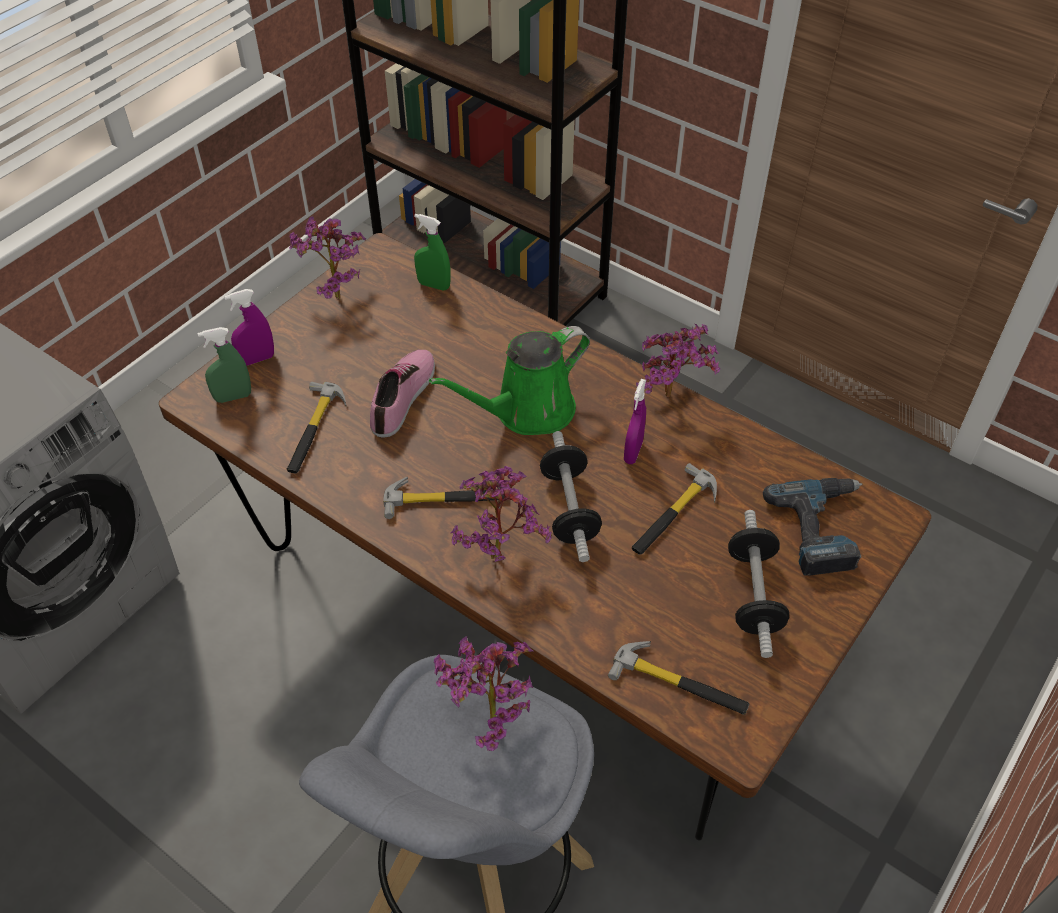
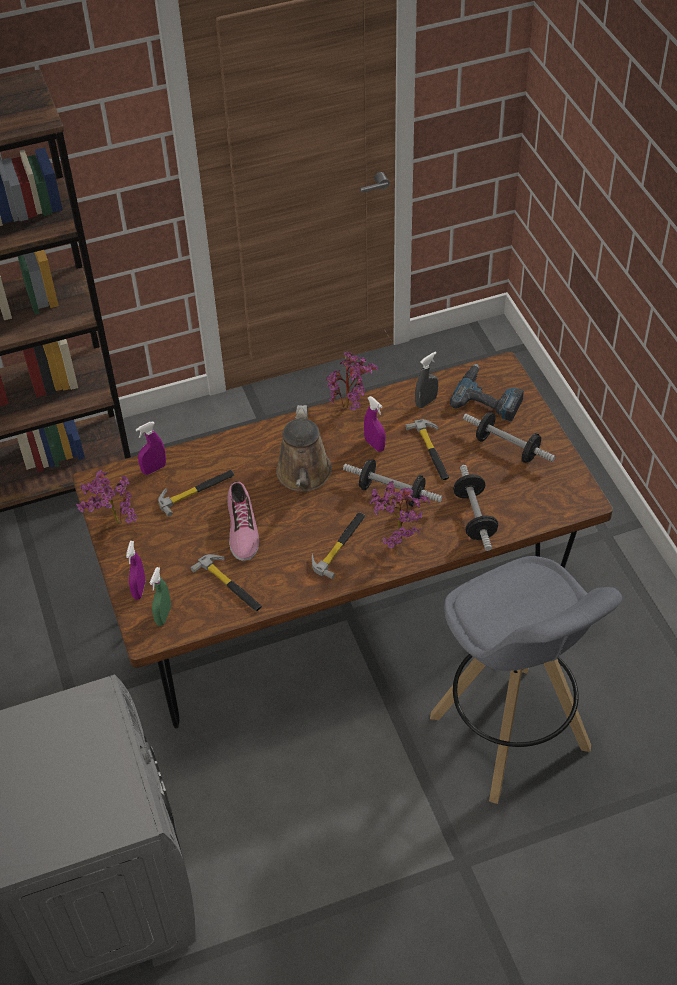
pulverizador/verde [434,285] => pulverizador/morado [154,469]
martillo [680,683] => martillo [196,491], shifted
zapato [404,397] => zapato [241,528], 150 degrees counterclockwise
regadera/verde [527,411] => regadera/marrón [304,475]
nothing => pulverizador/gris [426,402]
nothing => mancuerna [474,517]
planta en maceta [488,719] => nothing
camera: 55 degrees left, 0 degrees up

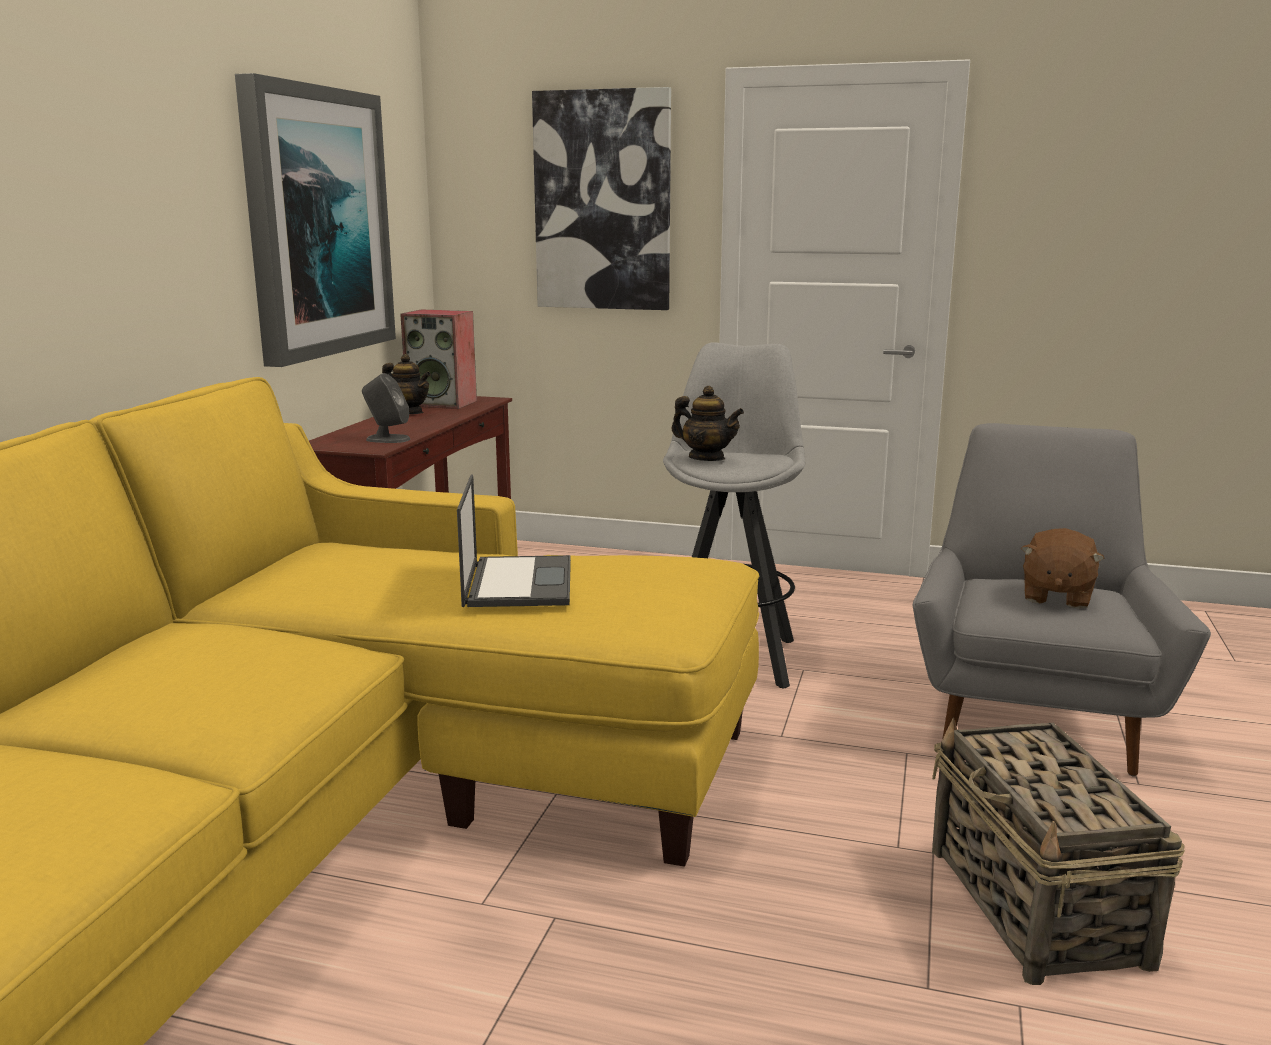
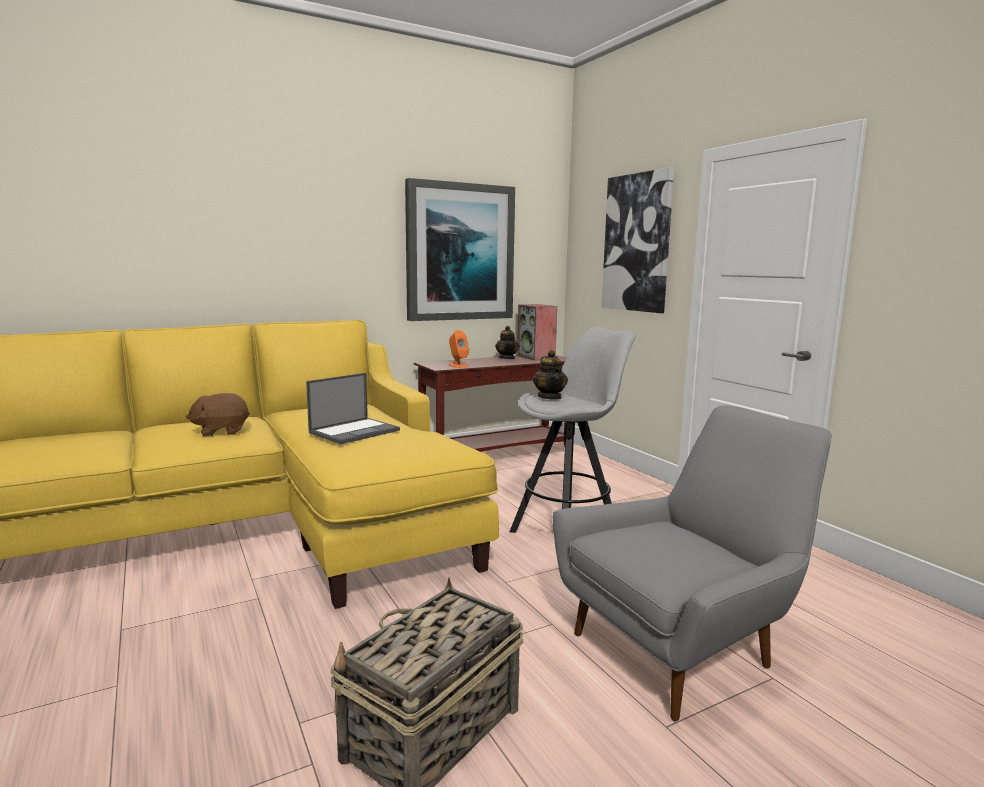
peluche/marrón [1056,596] => peluche/marrón [221,431], shifted
altavoz/gris [387,439] => altavoz/naranja [458,365]
camera: 45 degrees right, 5 degrees down

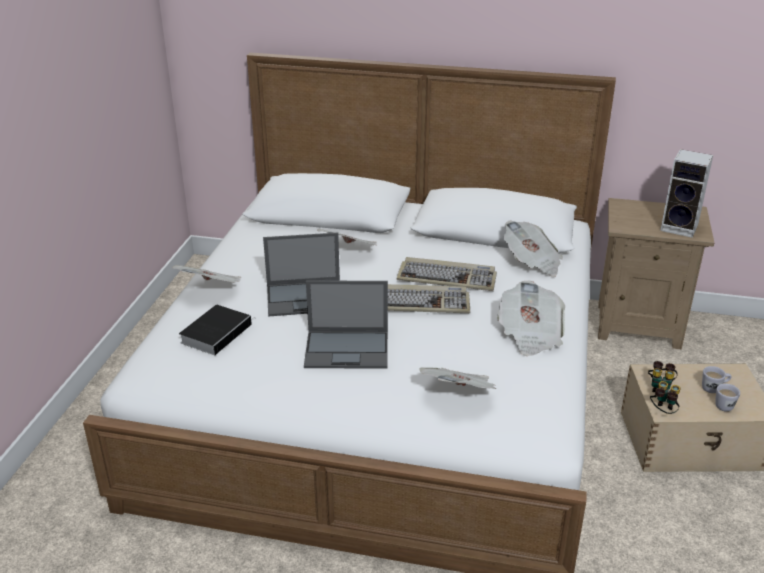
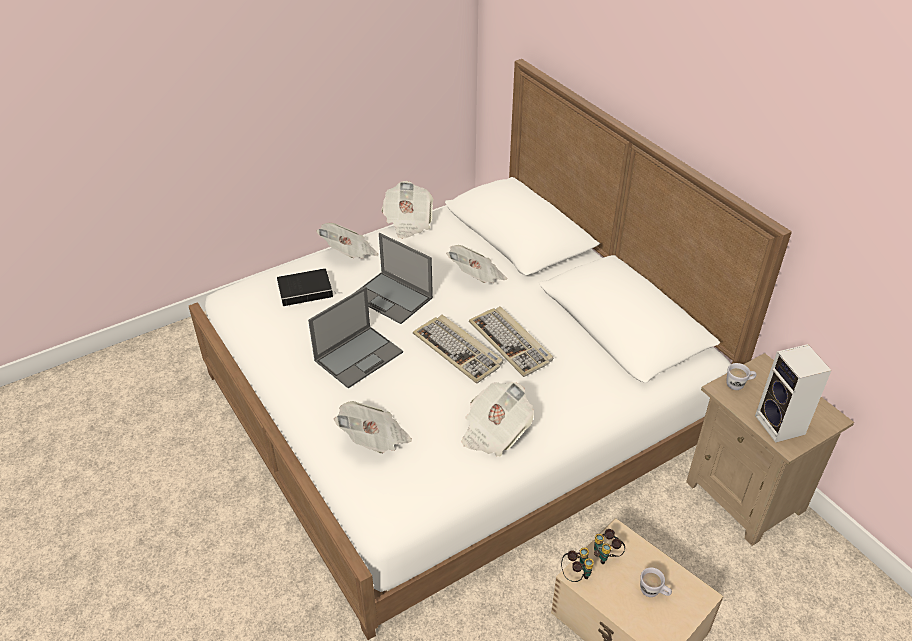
portátil [348,349] => portátil [359,356], 90 degrees counterclockwise
periódico [532,263] => periódico [408,222], shifted
taza grande/blanco [725,404] => taza grande/blanco [738,384], shifted
camera: 45 degrees right, 10 degrees up

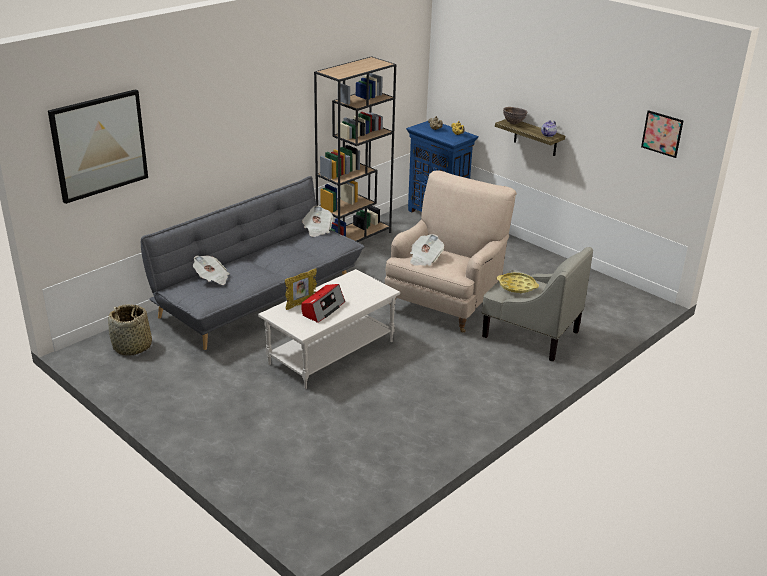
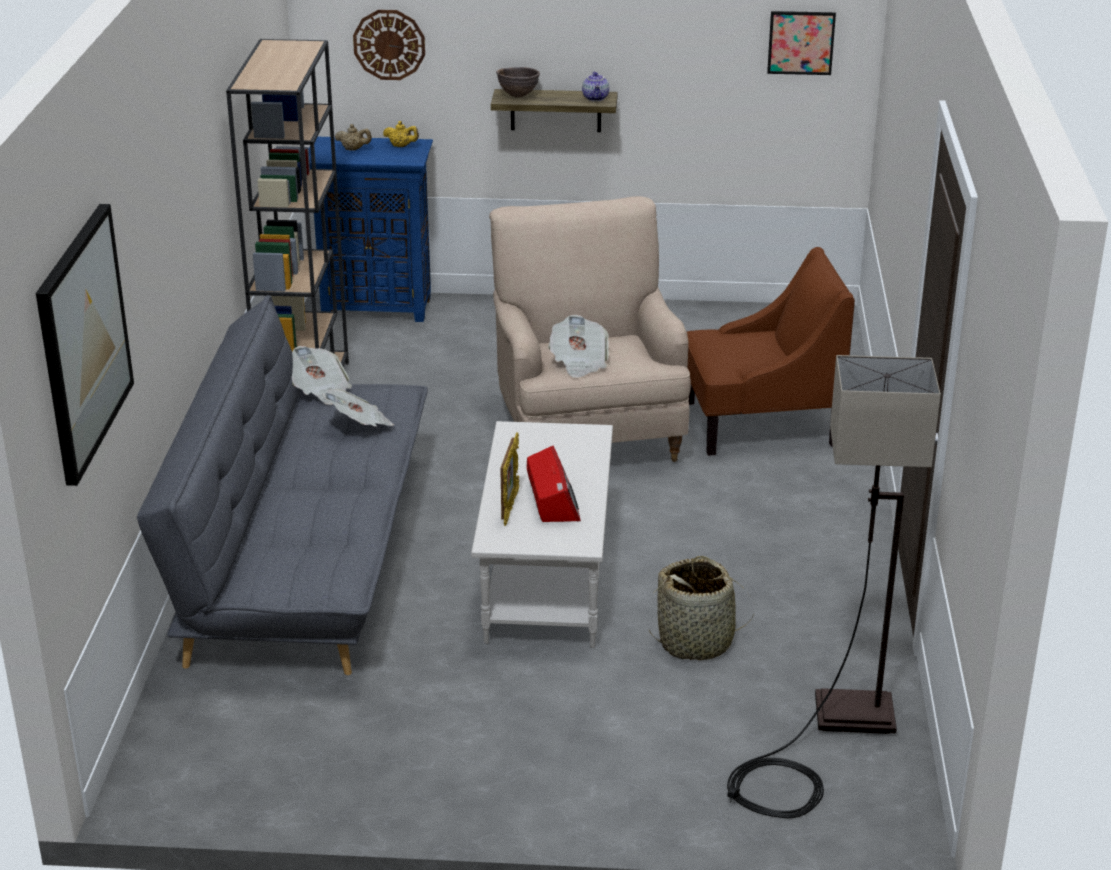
periódico [212,278] => periódico [359,424], shifted
nothing => reloj de pared [389,44]
cesta [132,347] => cesta [696,641], shifted
sillón/gris [529,335] => sillón/marrón [759,424]
nothing => lámpara de pie [810,753]
bandeja/amarillo [517,286] => nothing
camera: 40 degrees left, 0 degrees up

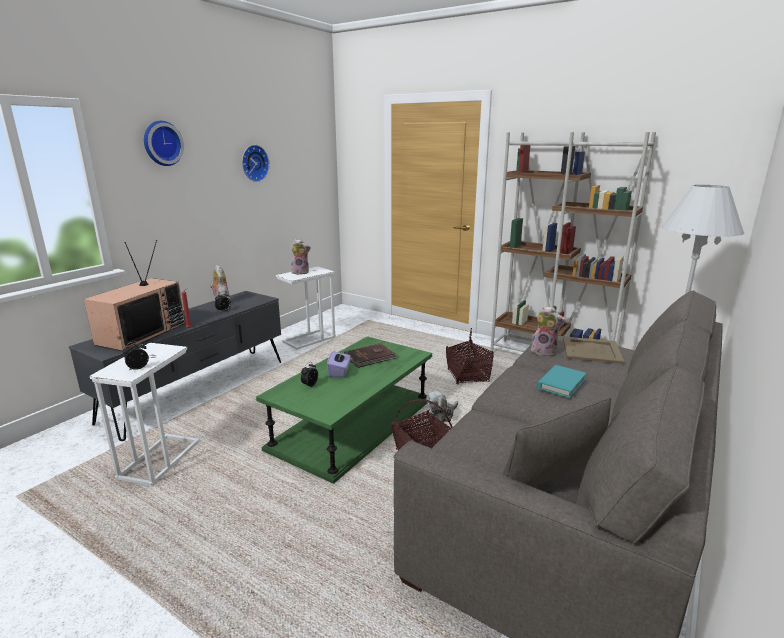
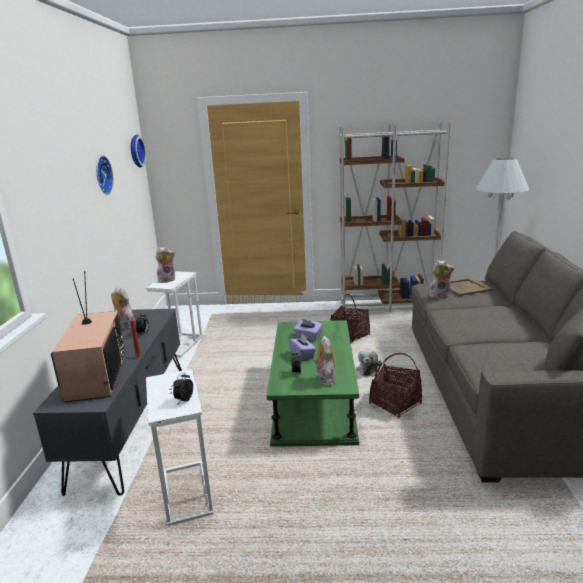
reloj de pared [161,143] => reloj de pared [135,151], shifted
libro/marrón [370,357] => caja de pañuelos/morado [308,337]
nothing => peluche [325,379]
libro/turquesa [561,384] => nothing
camera: 30 degrees left, 0 degrees up

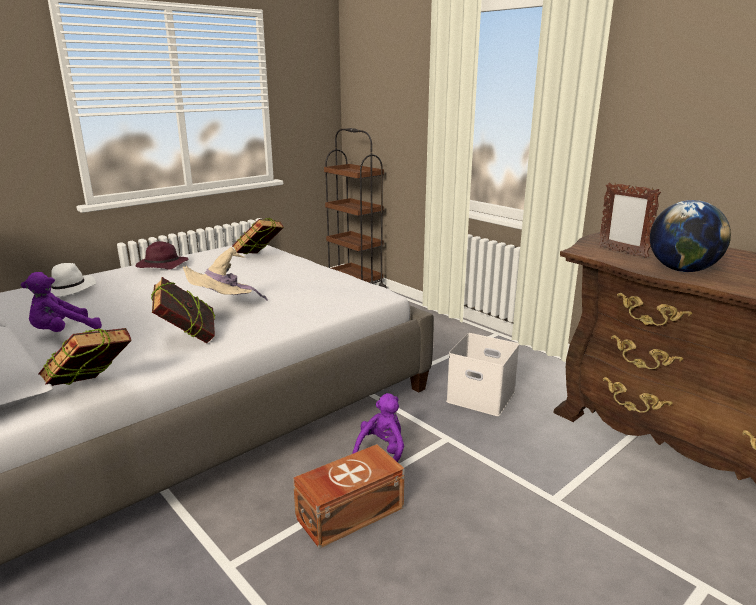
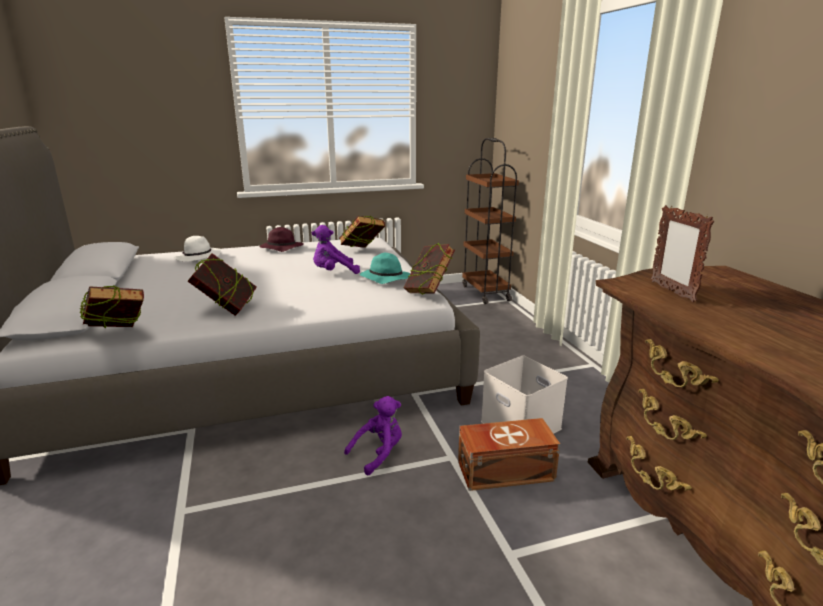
peluche/morado [63,333] => peluche/morado [333,273], shifted
nothing => sombrero/turquesa [385,278]
nothing => libro [428,293]
caja de almacenaje/marrón [348,512] => caja de almacenaje/marrón [503,470], shifted
sombrero/beis [223,306] => nothing
globo terráqueo [682,270] => nothing
camera: 25 degrees right, 0 degrees up

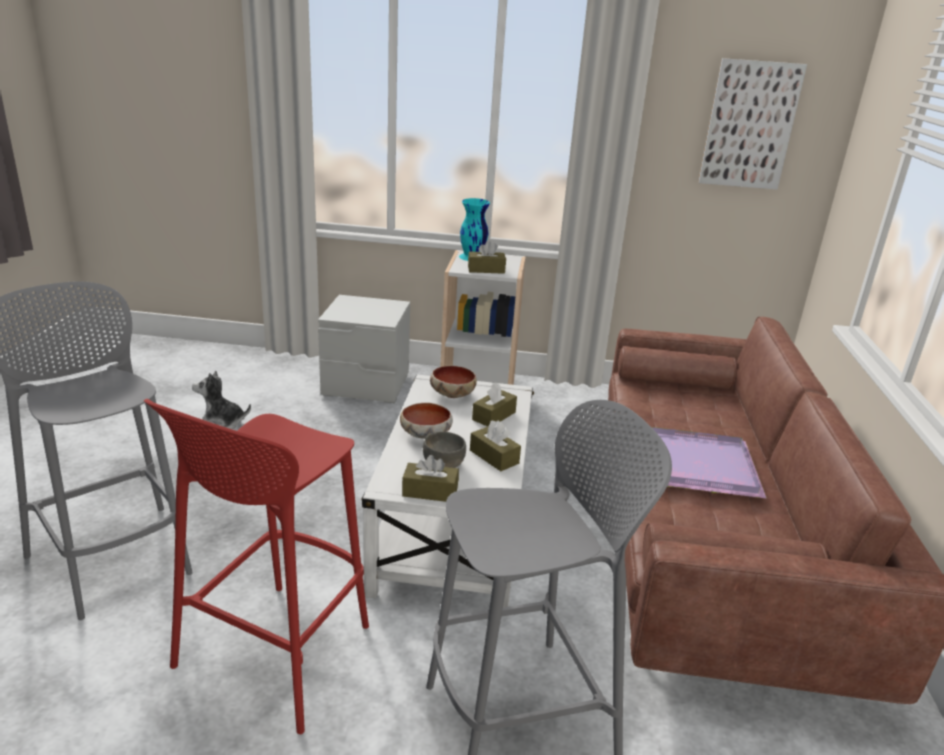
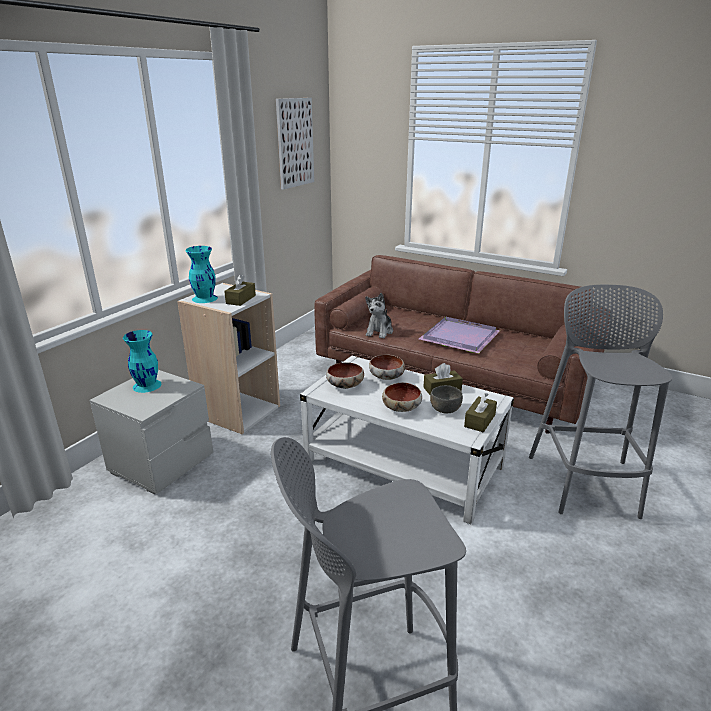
nothing => florero/turquesa [147,385]
peluche [221,424] => peluche [379,331], shifted
caja de pañuelos/marrón [494,416] => cuenco [387,377]
taburete/rojo [277,653] => nothing
camera: 65 degrees left, 0 degrees up

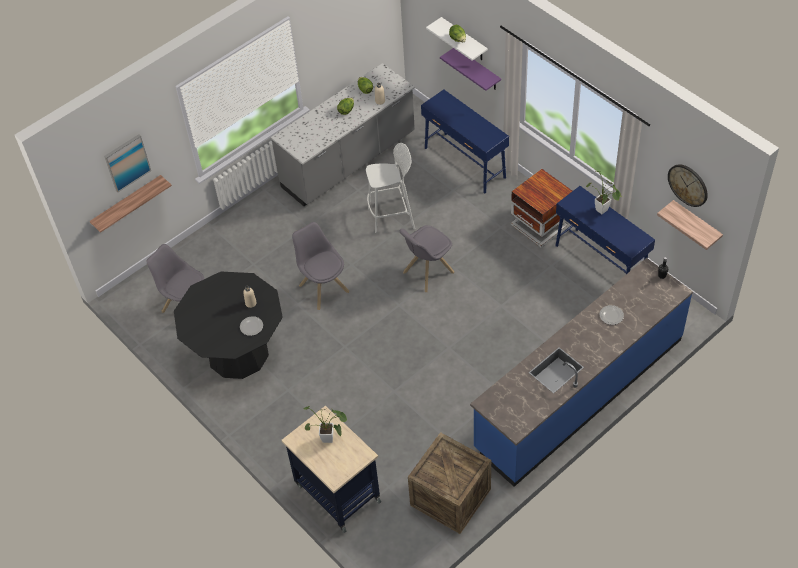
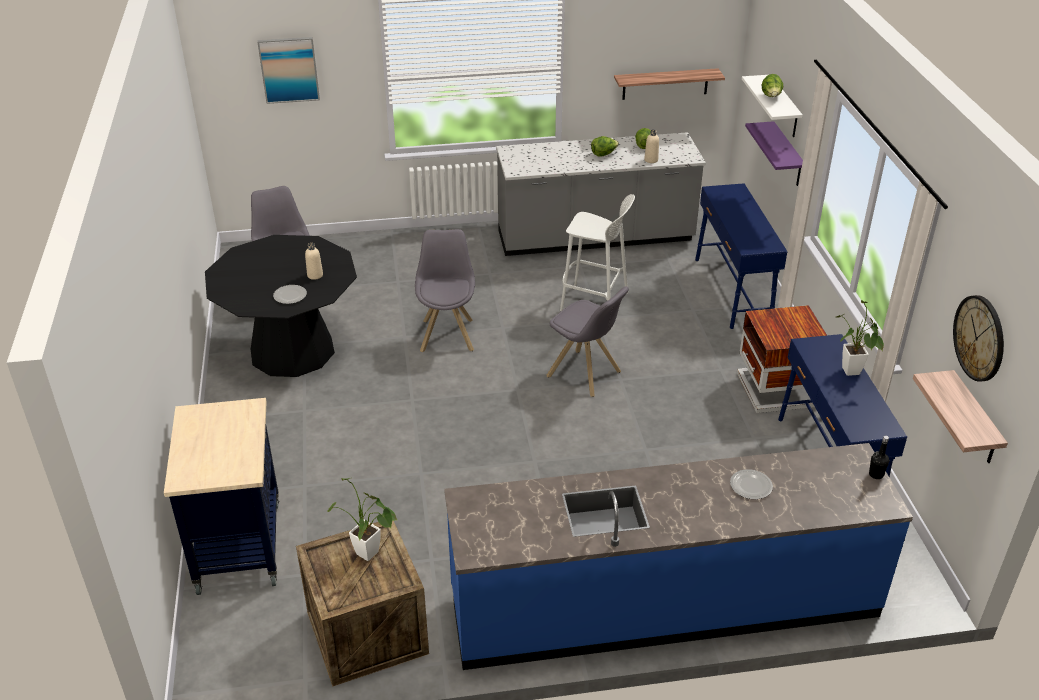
planta en maceta [331,439] => planta en maceta [371,556], shifted
silla/gris [427,272] => silla/gris [584,374], 135 degrees counterclockwise
estante [127,204] => estante [665,84], shifted
camera: 30 degrees right, 15 degrees down

